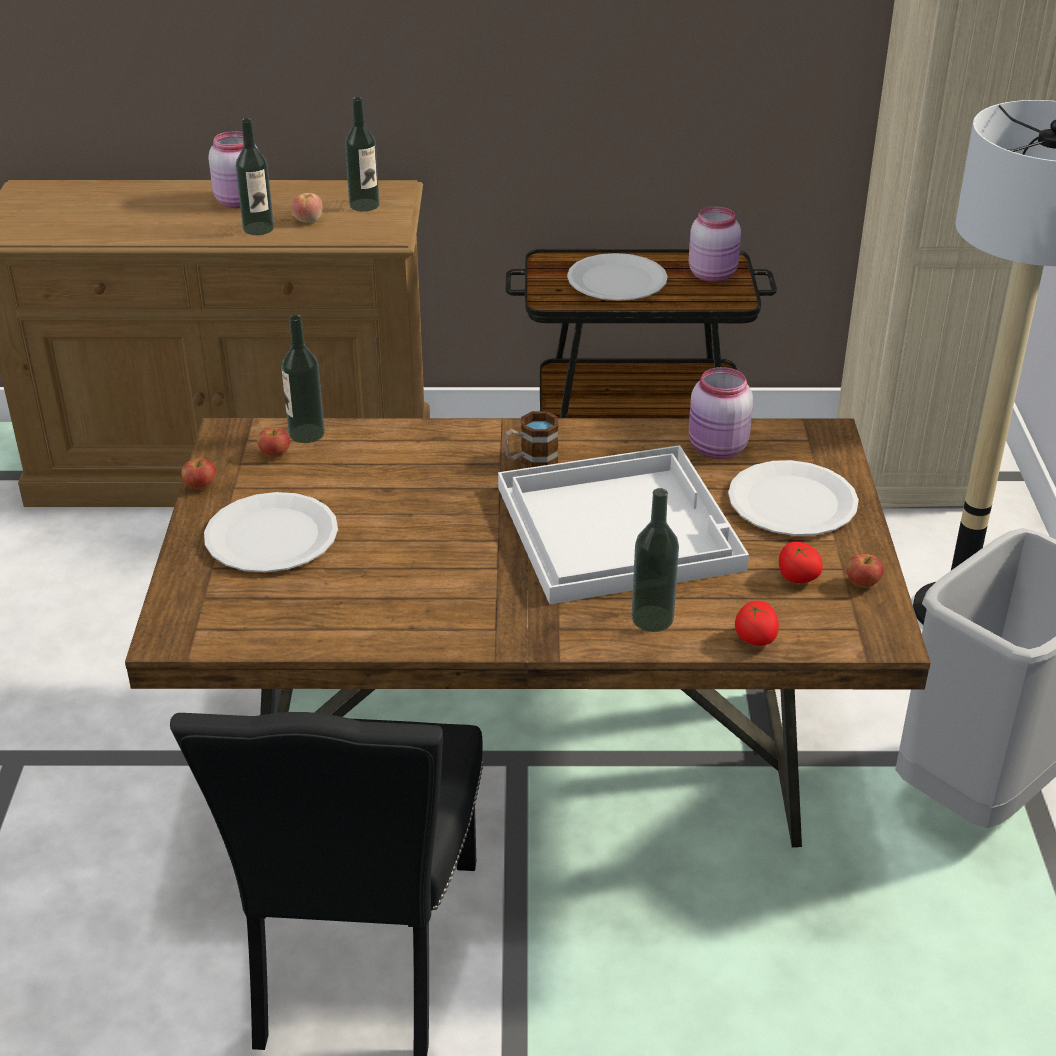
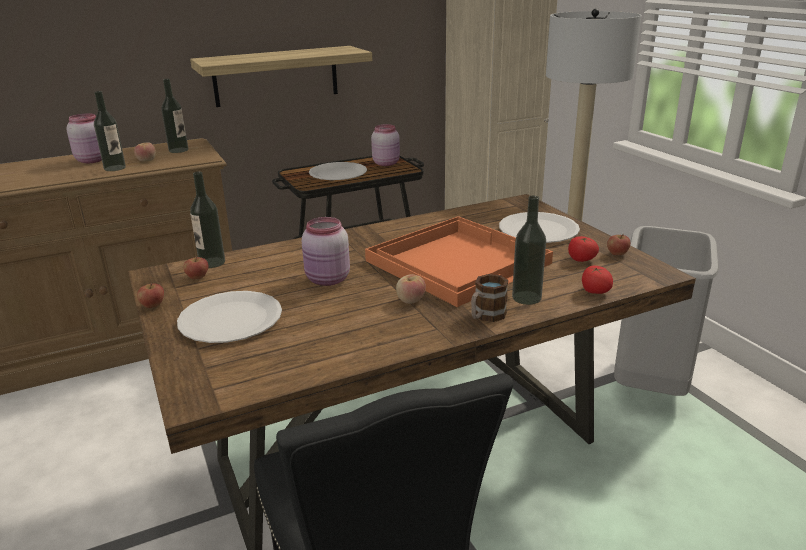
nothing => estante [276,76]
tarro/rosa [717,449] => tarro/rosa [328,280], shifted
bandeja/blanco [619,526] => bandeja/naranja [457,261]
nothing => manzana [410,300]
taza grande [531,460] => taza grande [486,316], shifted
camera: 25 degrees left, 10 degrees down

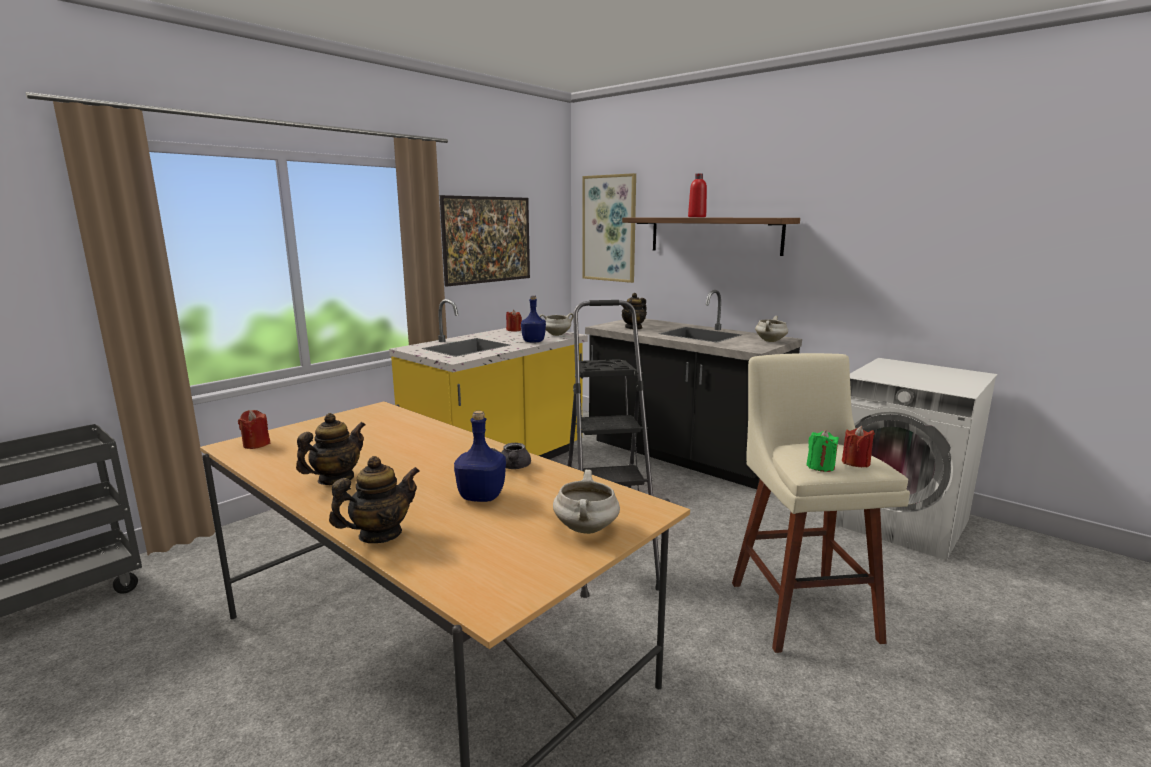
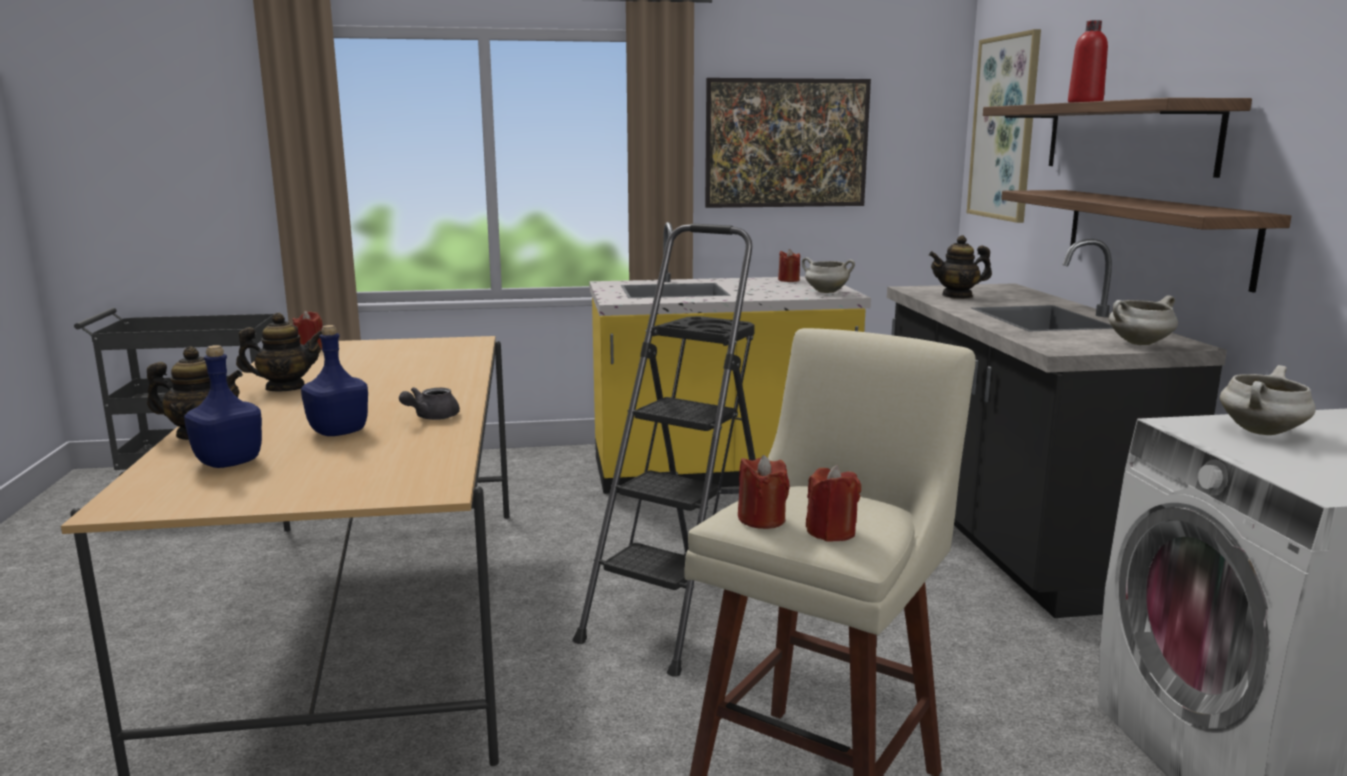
botella/azul [533,341] => botella/azul [228,462], shifted
vela/verde [820,466] => vela/rojo [761,519]
nothing => estante [1154,235]
olla/blanco [587,529] => olla/blanco [1262,432], shifted
camera: 40 degrees right, 0 degrees up

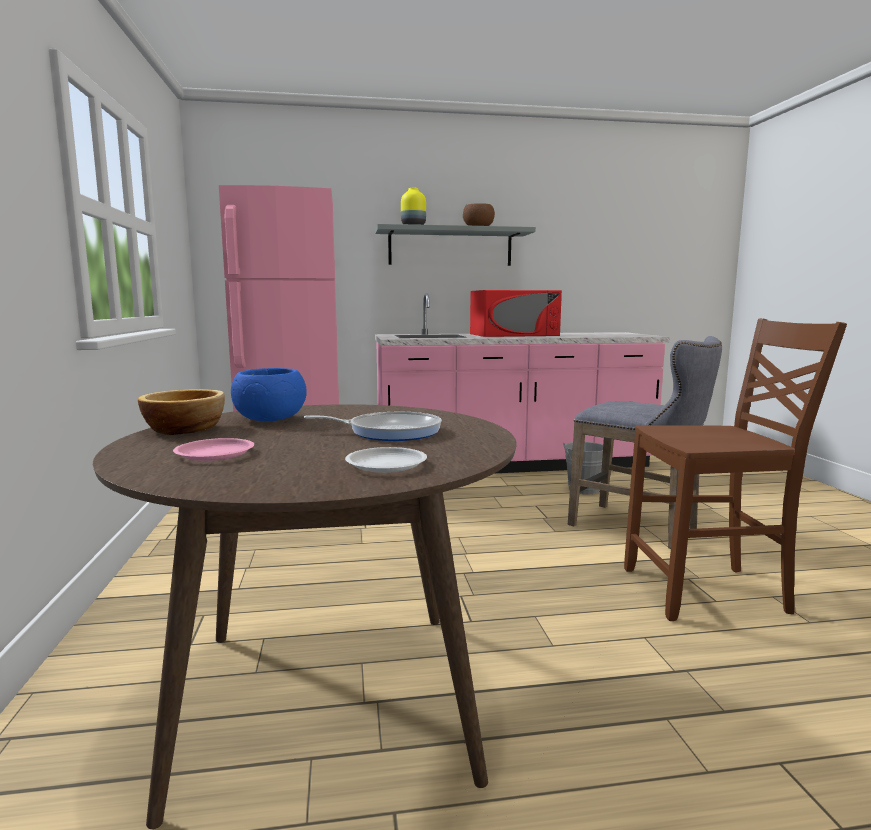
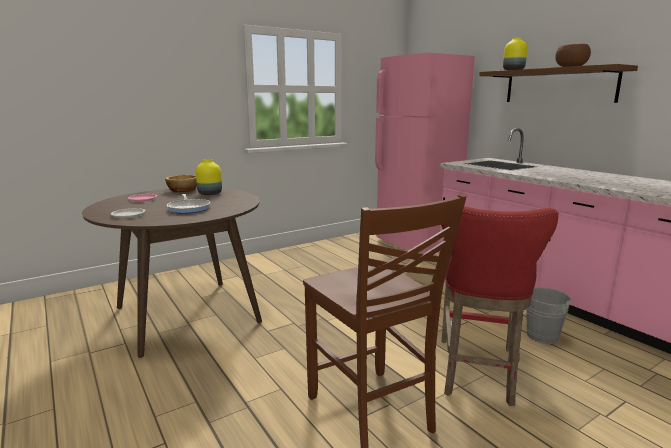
cuenco/azul [271,419] => florero/amarillo [209,194]
taburete/gris [640,528] => taburete/rojo [476,373]
estante/gris [450,247] => estante/marrón [559,86]
microondas/rojo [514,335] => nothing
camera: 65 degrees right, 5 degrees up

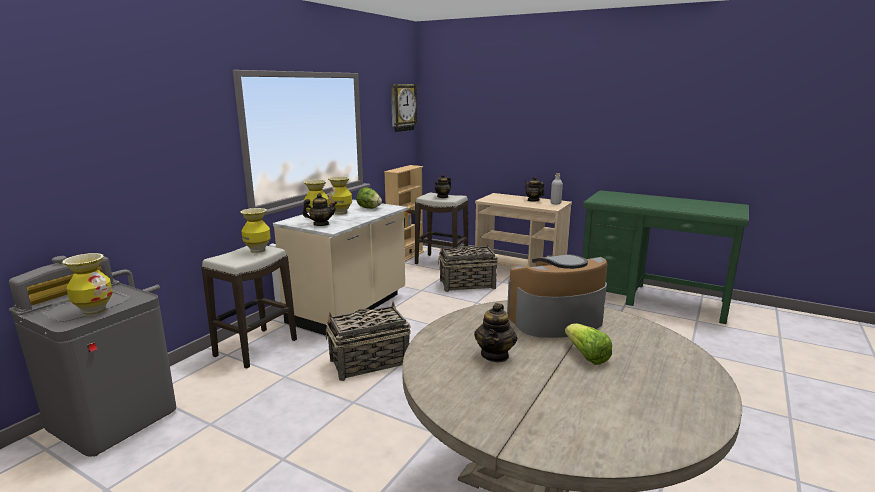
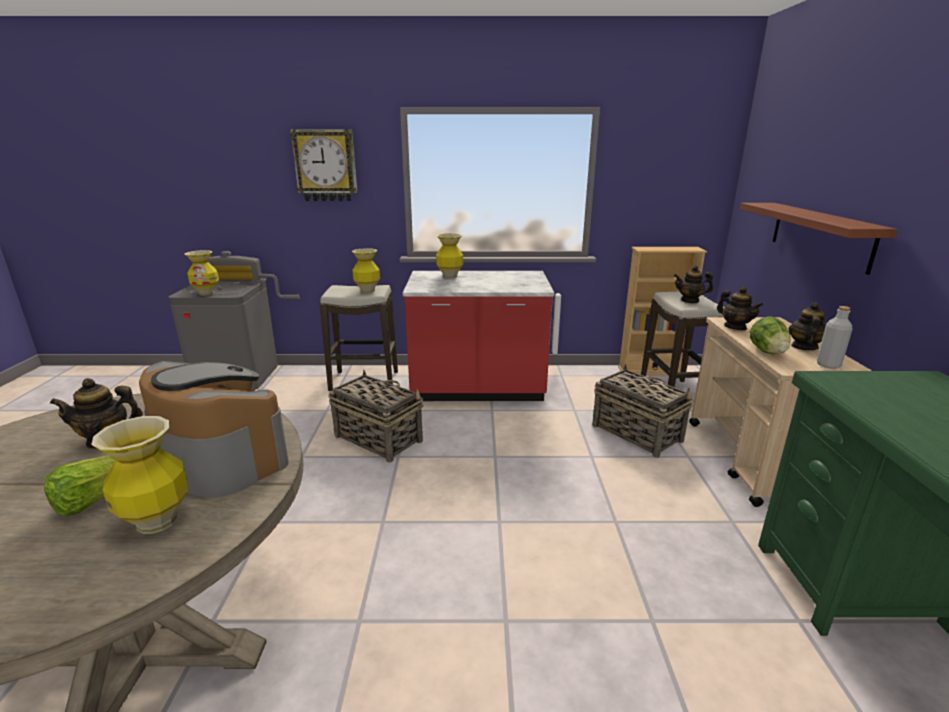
florero [341,213] => florero [157,522], shifted
reloj de pared [402,107] => reloj de pared [326,166], shifted
mueble bajo de cocina/beis [349,309] => mueble bajo de cocina/rojo [477,390]
tetera [321,224] => tetera [735,327], shifted
nothing => estante [820,235]
lechuga [369,208] => lechuga [767,352], shifted
camera: 60 degrees right, 5 degrees up

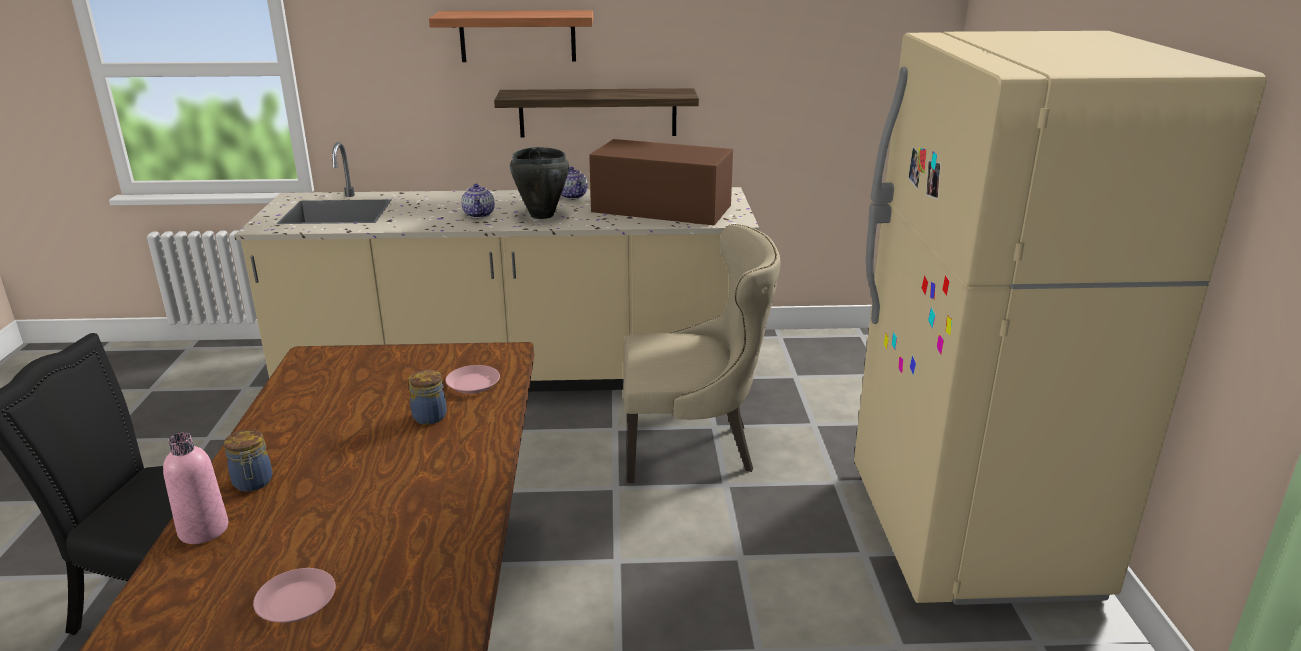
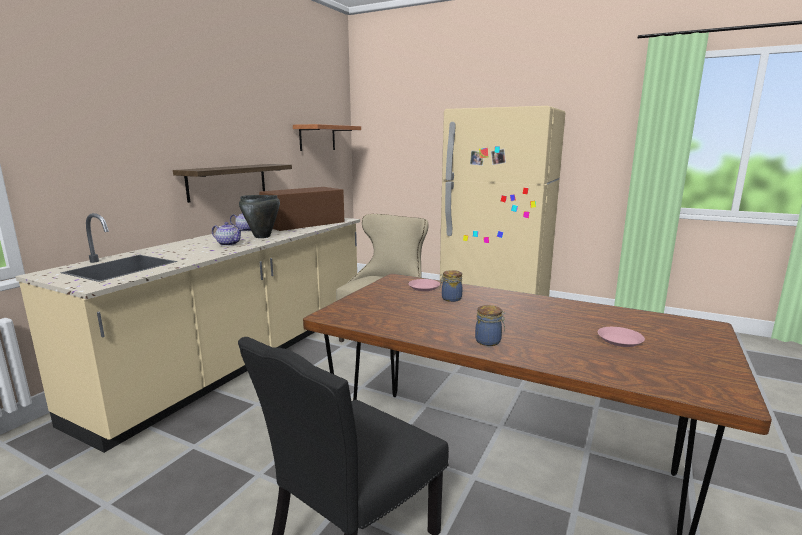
estante [517,36] => estante [317,138], shifted
botella/rosa [203,530] => nothing
camera: 60 degrees left, 10 degrees down

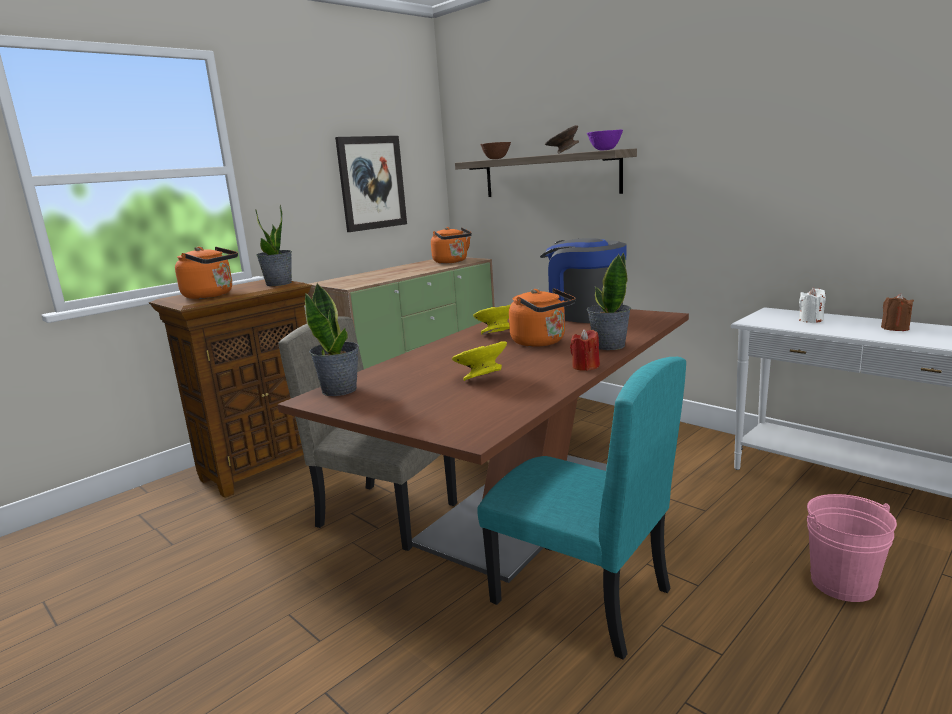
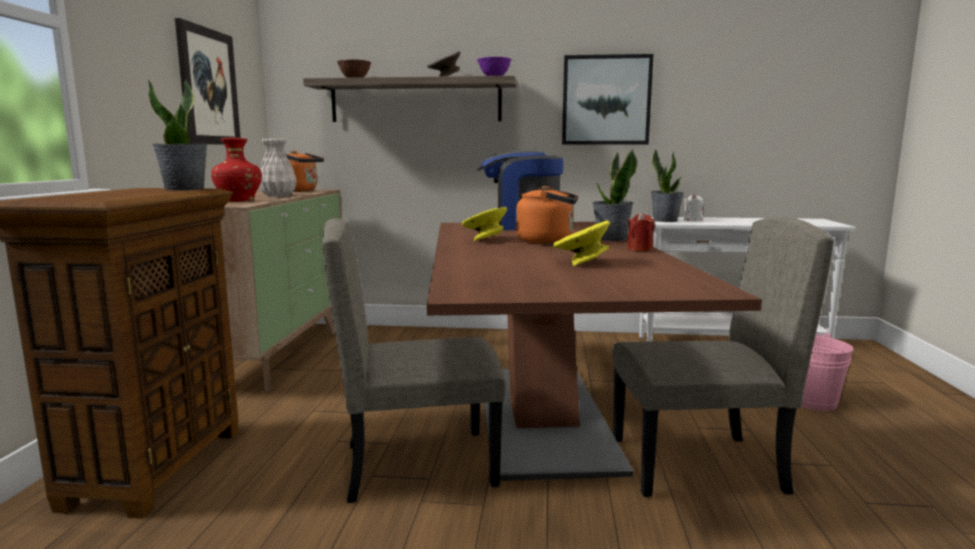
nothing => florero/rojo [238,201]
nothing => florero/blanco [277,195]
nothing => cuadro [606,100]
silla/turquesa [580,596] => silla/beis [696,465]
planta en maceta [340,390] => planta en maceta [665,220], shifted
hervidor/naranja [211,295] => nothing
vela/marrón [895,328] => nothing
camera: 40 degrees left, 5 degrees down

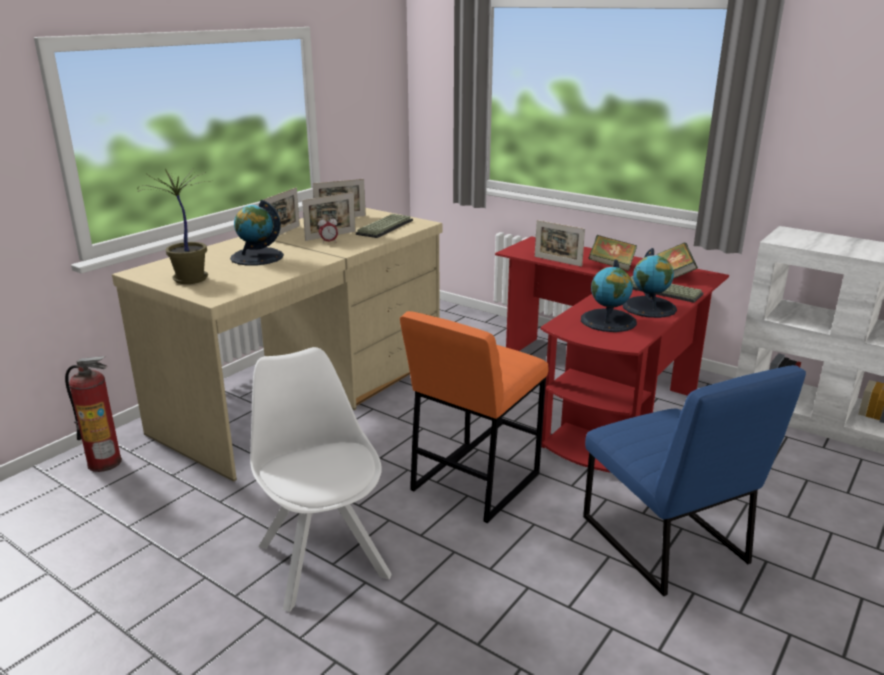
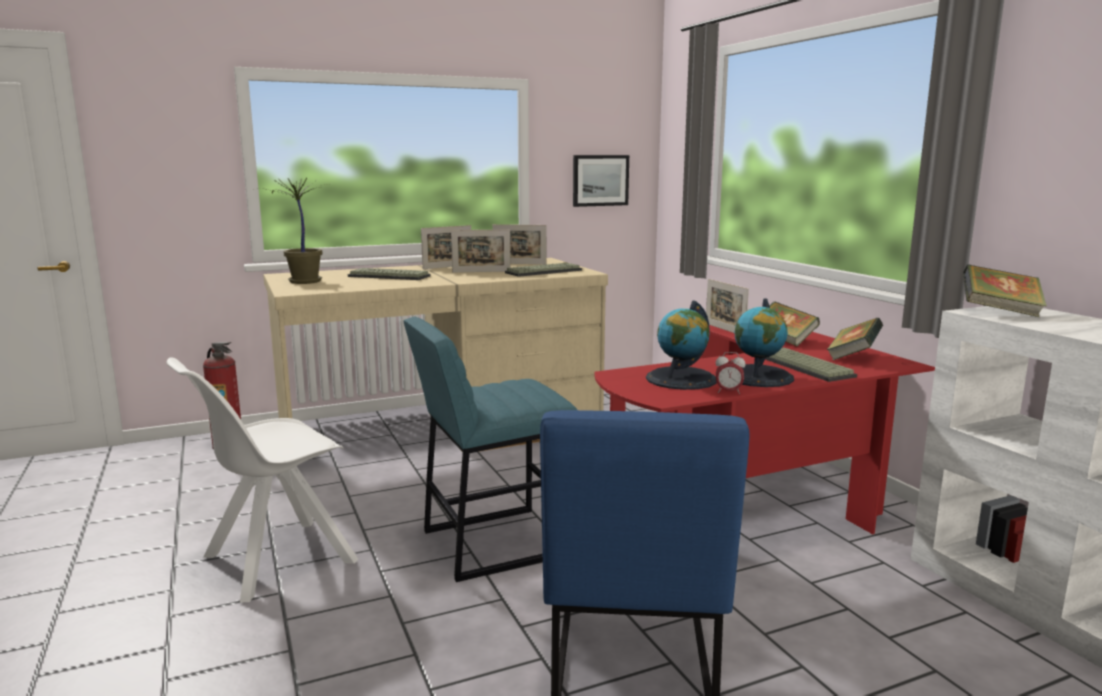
silla/blanco [322,558] => silla/blanco [275,560], 135 degrees counterclockwise
globo terráqueo [257,257] => teclado [387,276]
taburete/naranja [474,483] => taburete/azul [492,543]
nothing => cuadro [600,180]
despertador [329,242] => despertador [728,392], shifted
nothing => libro [999,312]
camera: 30 degrees right, 10 degrees down

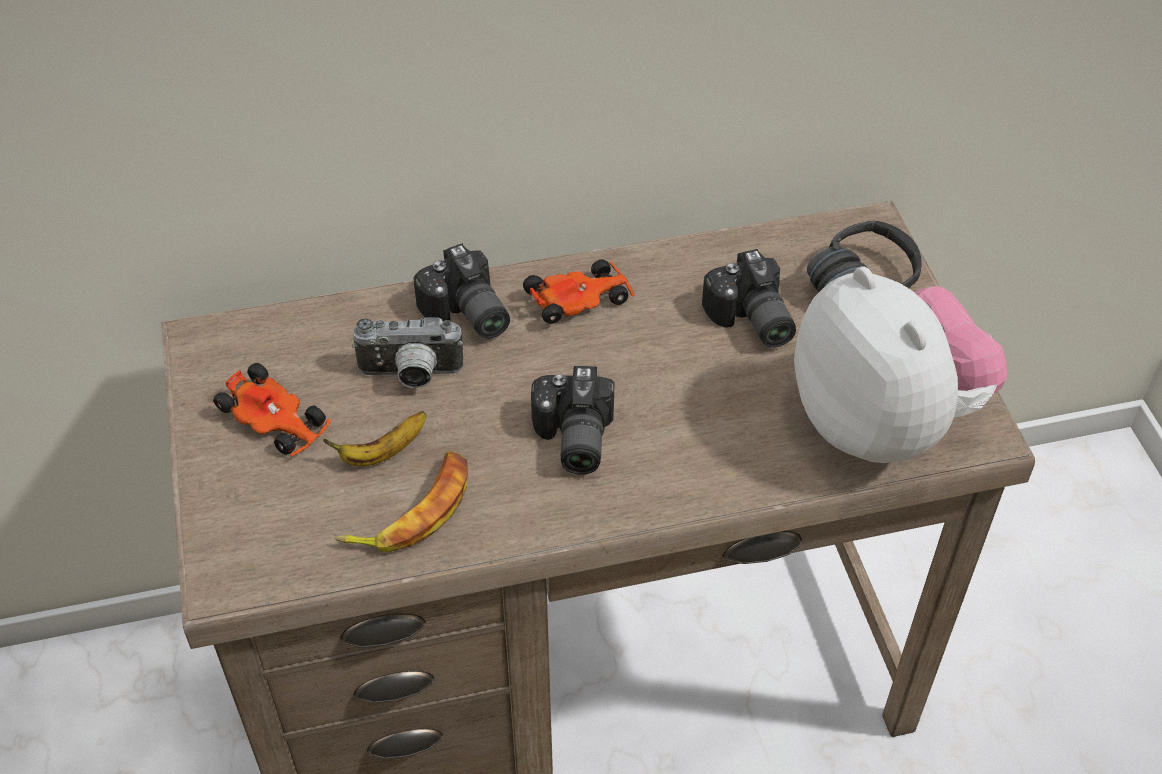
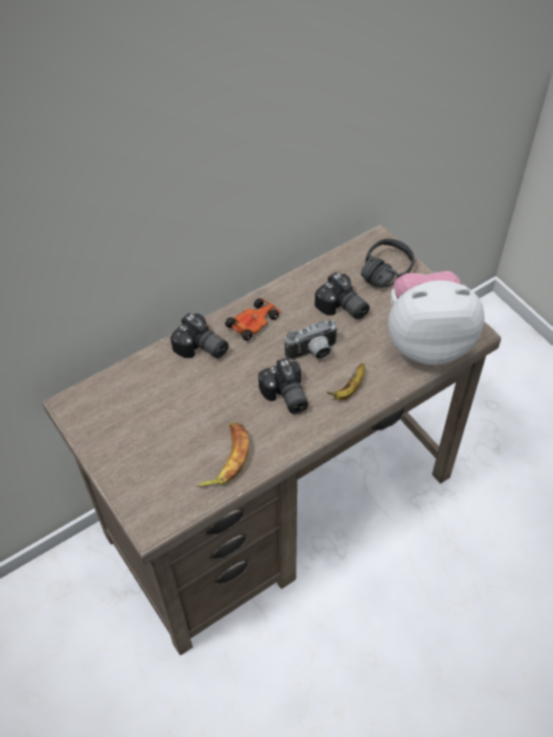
cámara [410,376] => cámara [313,353], shifted
plátano [383,452] => plátano [349,389], shifted
peluche [883,423] => peluche [427,341], 45 degrees counterclockwise
coche de juguete [275,420] => nothing
camera: 20 degrees left, 5 degrees up

